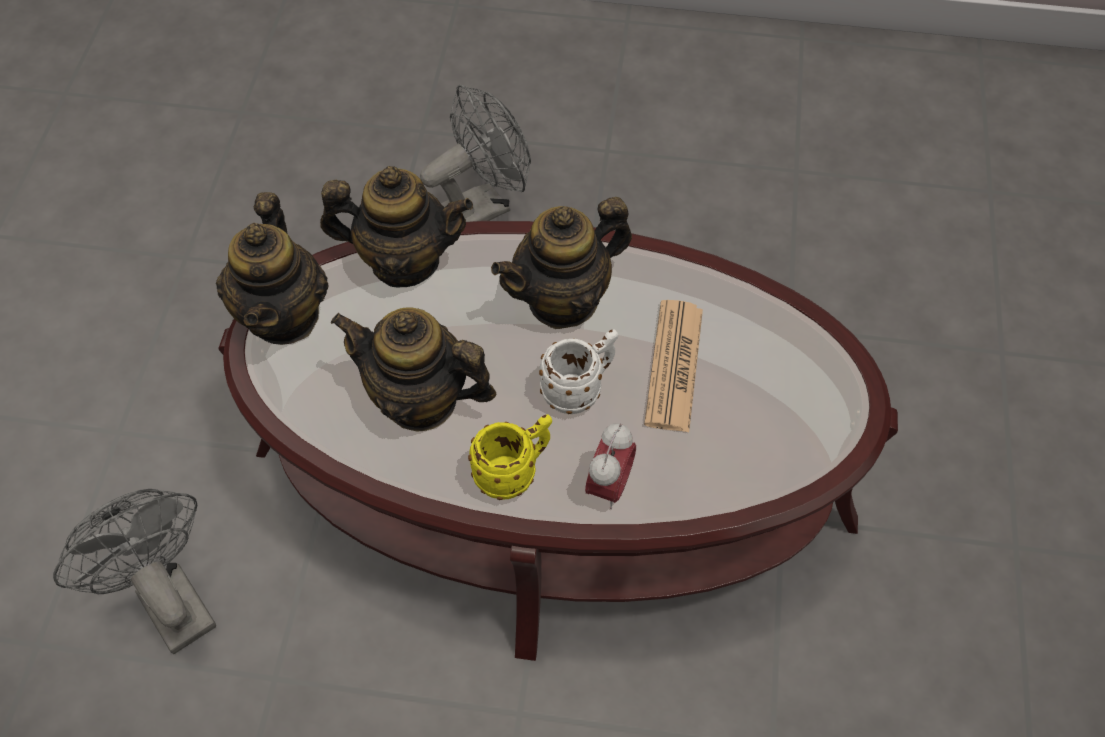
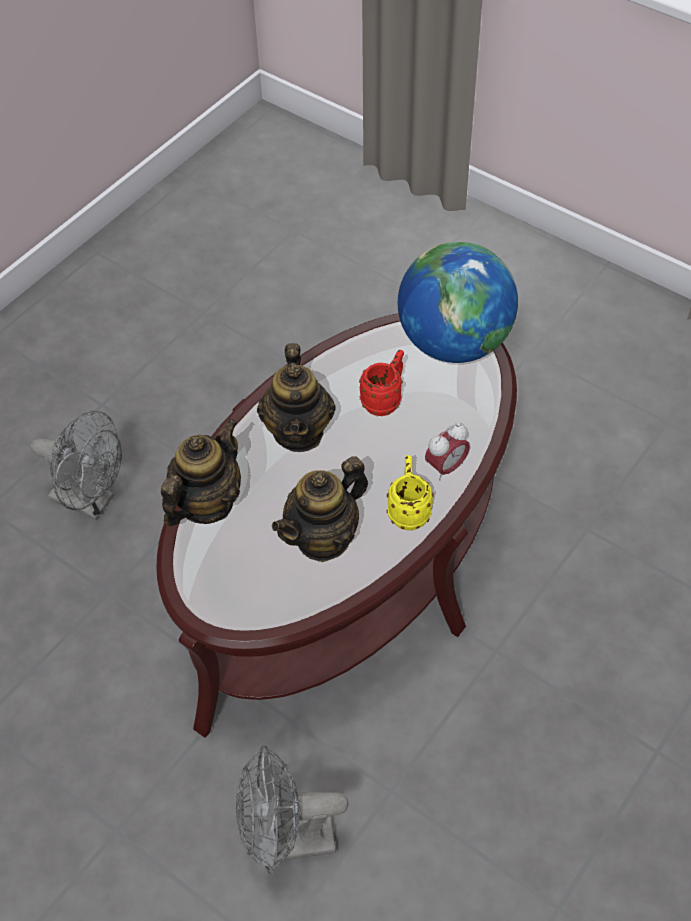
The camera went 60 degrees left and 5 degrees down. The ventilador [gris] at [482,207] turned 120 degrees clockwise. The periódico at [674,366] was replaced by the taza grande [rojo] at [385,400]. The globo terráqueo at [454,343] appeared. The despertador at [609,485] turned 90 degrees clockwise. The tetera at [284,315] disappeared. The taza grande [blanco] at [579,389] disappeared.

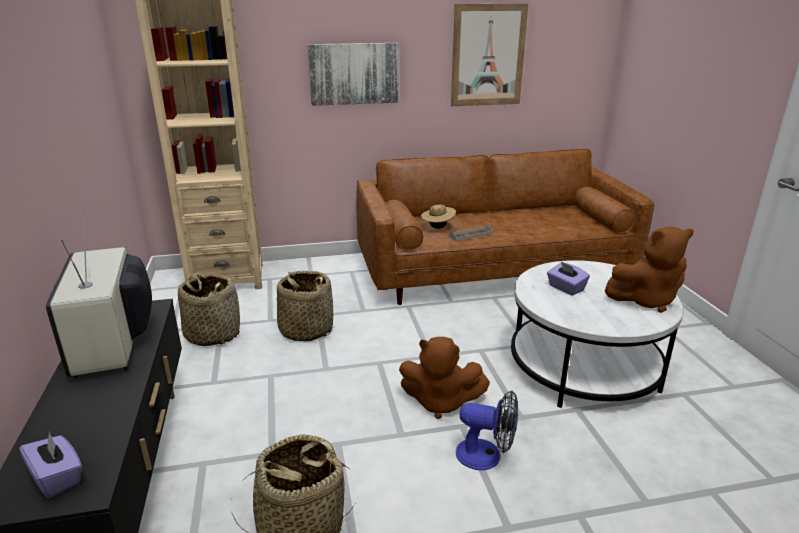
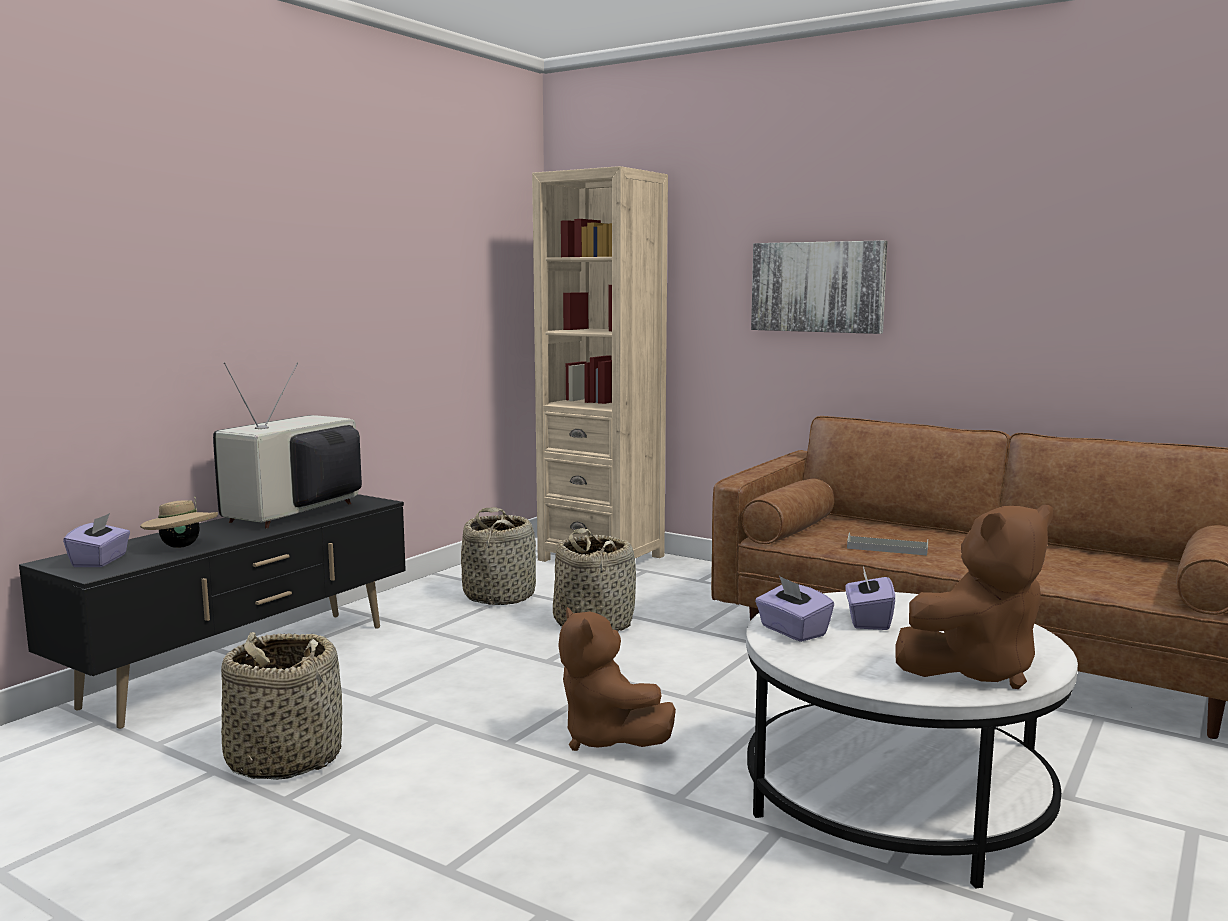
The camera went 45 degrees right and 15 degrees down. The sombrero [beis] moved from [437,227] to [181,546]. The caja de pañuelos [morado] at [792,631] appeared. The peluche [marrón] at [645,300] turned 60 degrees counterclockwise. The cuadro at [488,56] disappeared. The ventilador at [486,456] disappeared.

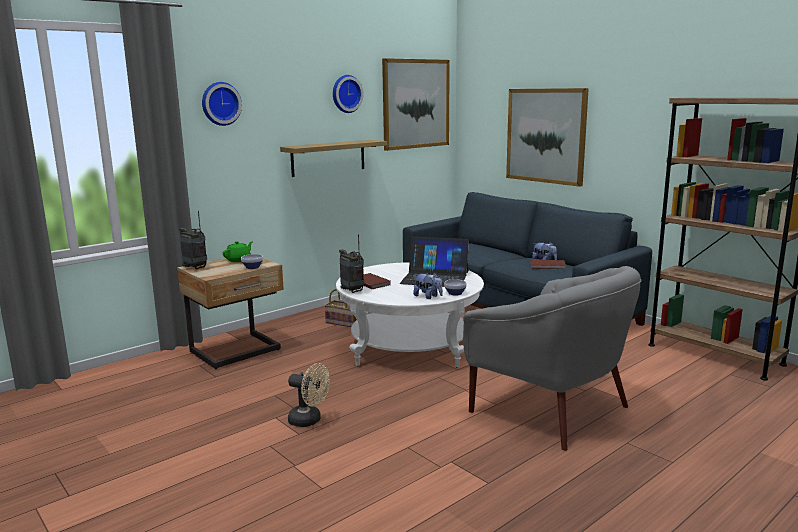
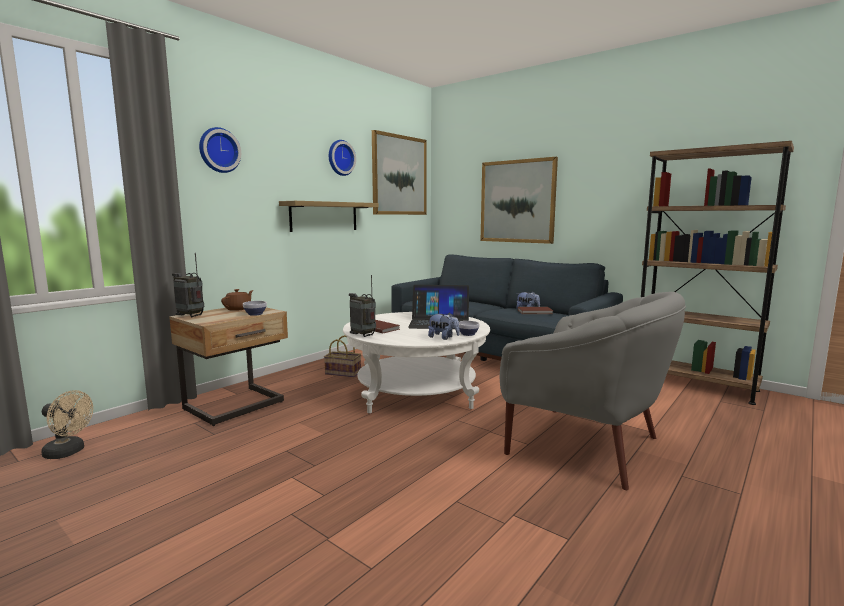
The camera went 10 degrees left and 5 degrees down. The ventilador [beis] moved from [309,420] to [69,452]. The tetera [verde] at [239,260] became the tetera [marrón] at [238,309].

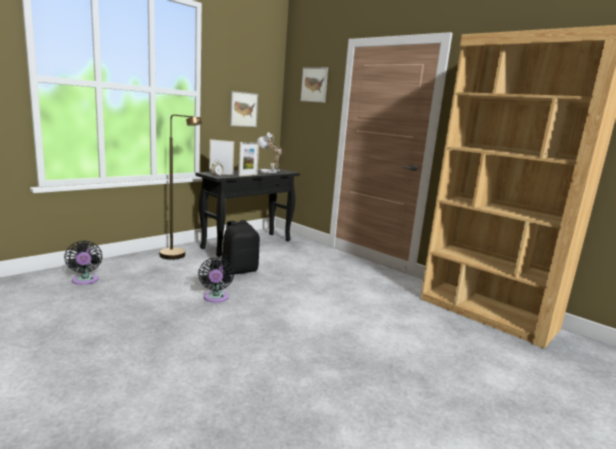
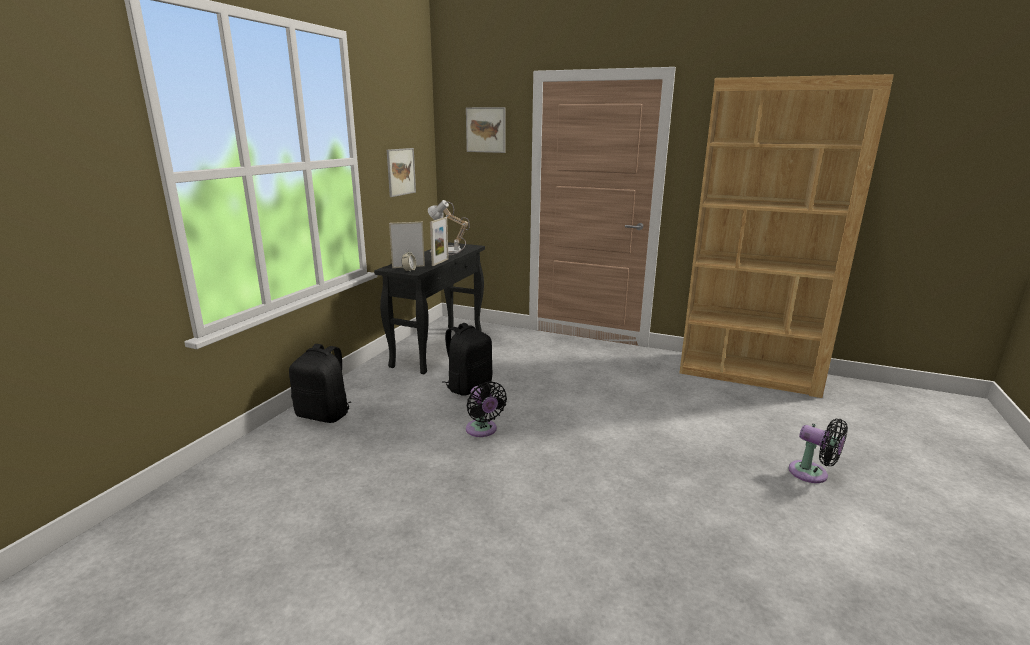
The camera went 20 degrees left and 5 degrees up. The mochila [negro] at [324,415] appeared. The ventilador [negro] moved from [85,281] to [812,474]. The lámpara de pie [marrón] at [177,257] disappeared.

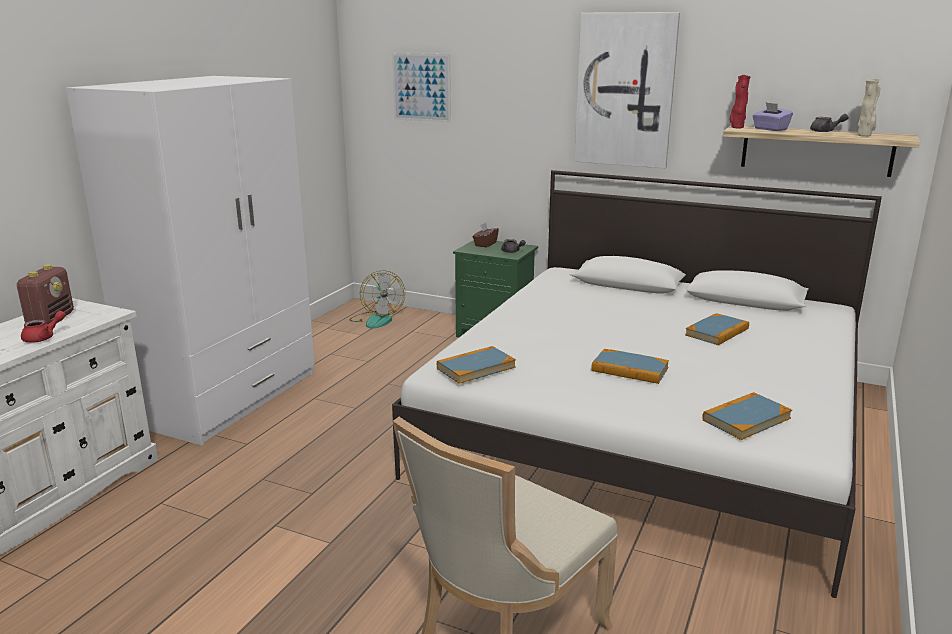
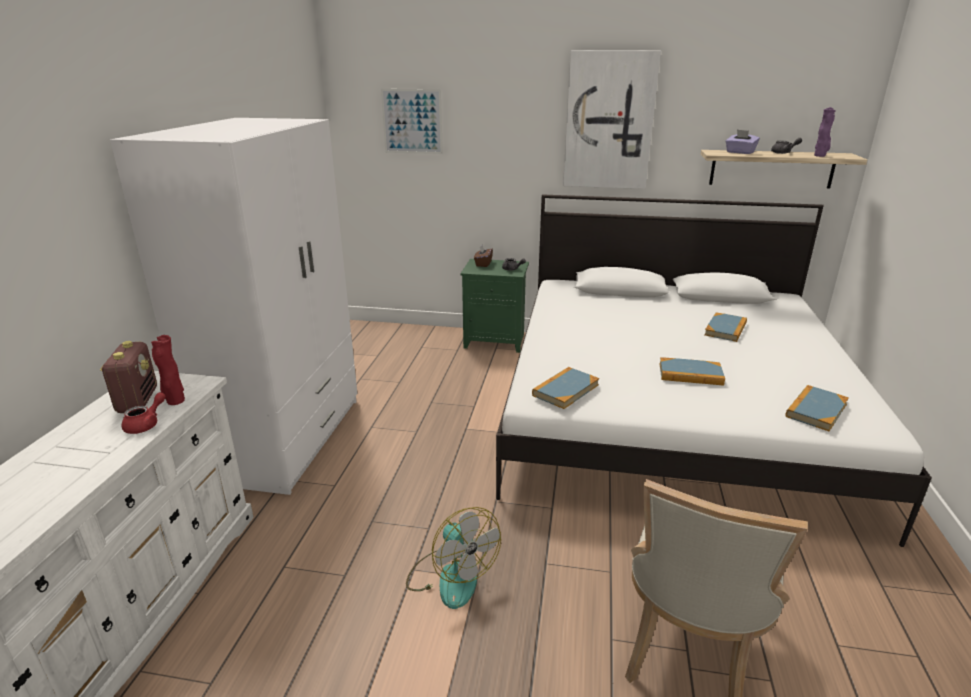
The camera went 15 degrees left and 5 degrees up. The florero [rojo] moved from [736,127] to [175,401]. The ventilador moved from [376,319] to [451,576]. The florero [beis] at [865,135] became the florero [morado] at [820,156].

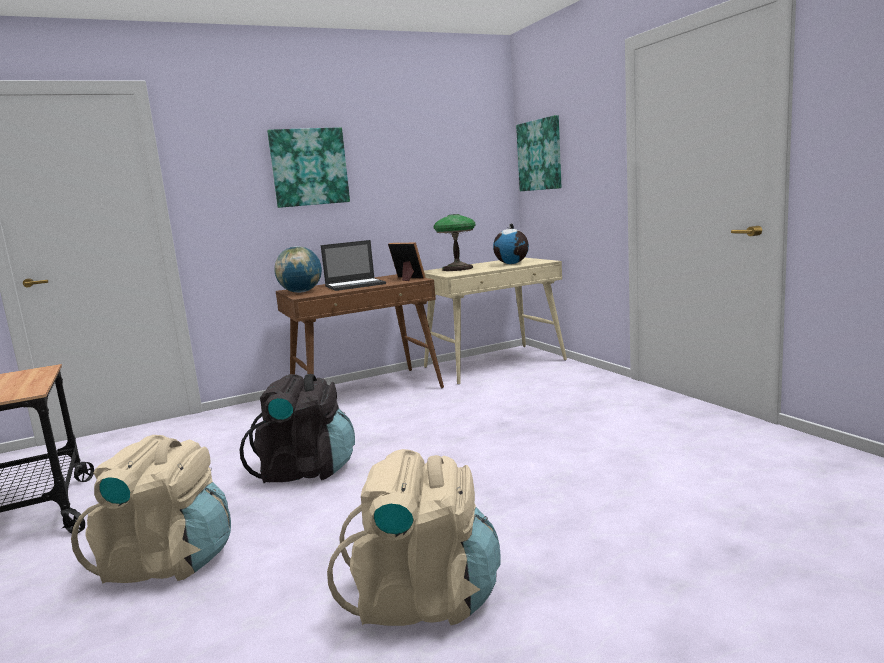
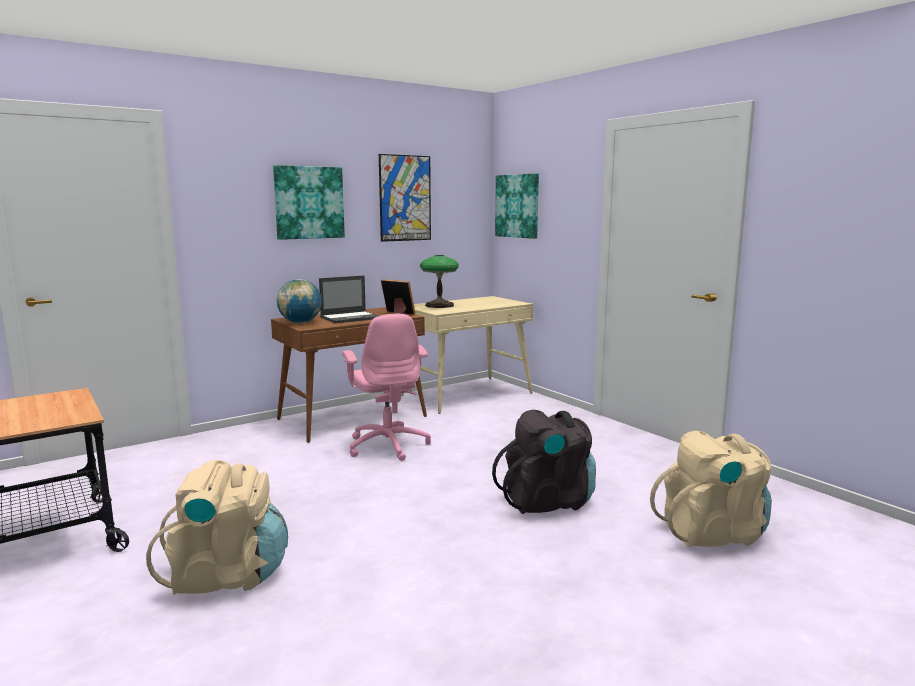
The camera went 10 degrees left and 0 degrees up. The silla de oficina [rosa] at [388,445] appeared. The cuadro at [405,198] appeared. The mochila [negro] moved from [306,470] to [547,501]. The mochila [beis] moved from [423,599] to [712,533]. The globo terráqueo at [512,264] disappeared.

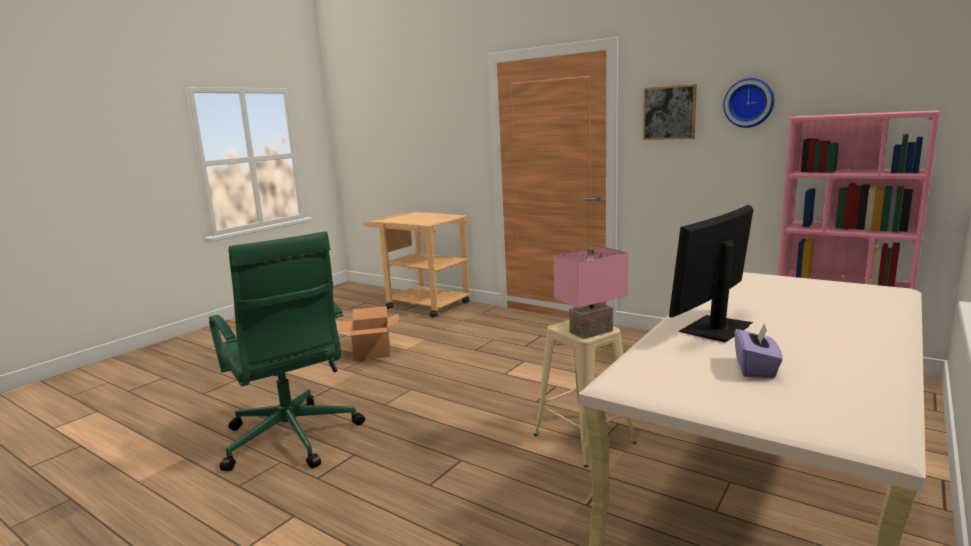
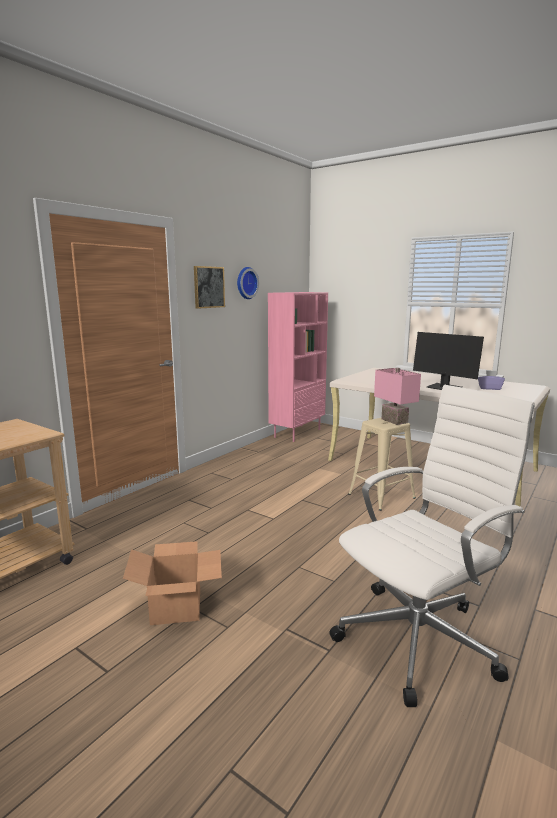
The camera went 90 degrees left and 0 degrees up. The silla de oficina [verde] at [292,439] became the silla de oficina [blanco] at [420,638].

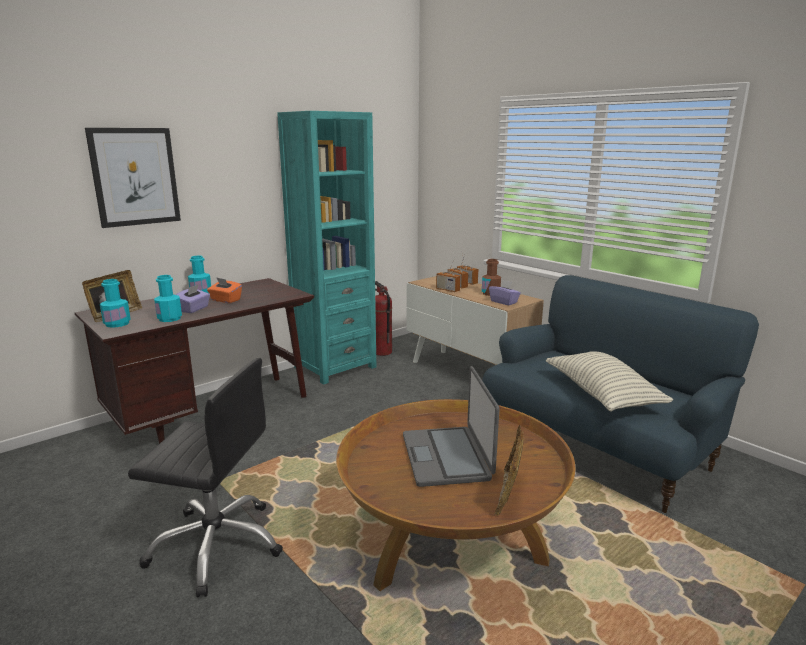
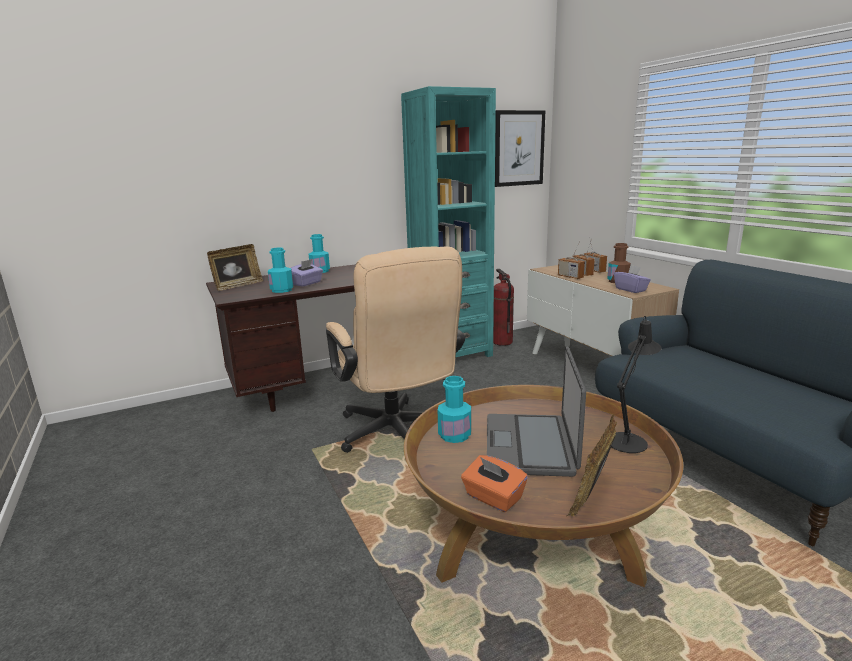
The camera went 15 degrees right and 0 degrees up. The silla de oficina [beis] at [397,436] appeared. The botella [turquesa] moved from [117,324] to [454,435]. The caja de pañuelos [naranja] moved from [225,300] to [493,498]. The cuadro moved from [135,177] to [518,148]. The lámpara de mesa [negro] at [628,440] appeared. The silla de oficina [negro] at [217,545] disappeared. The cojín at [602,395] disappeared.

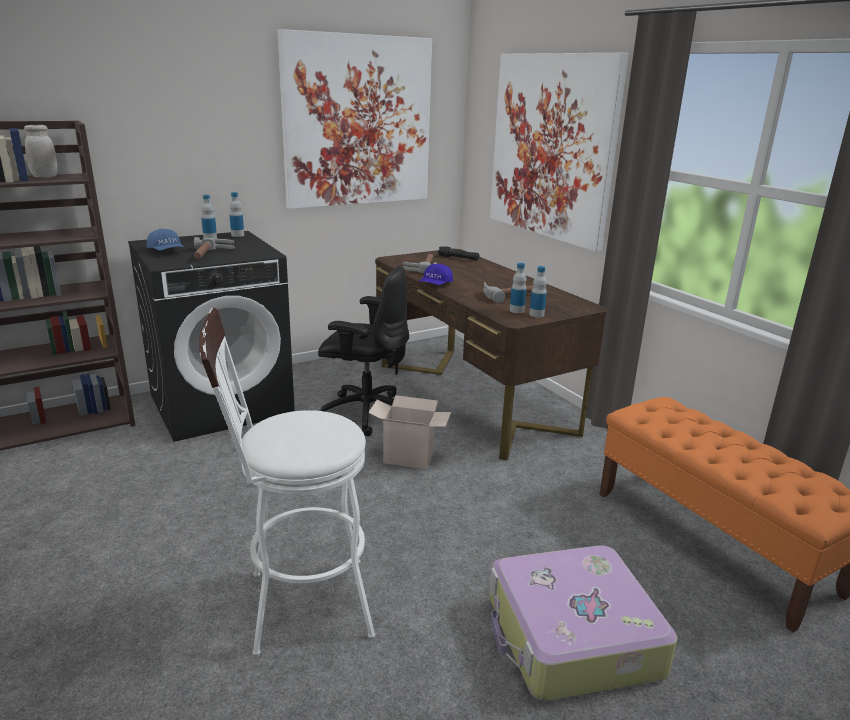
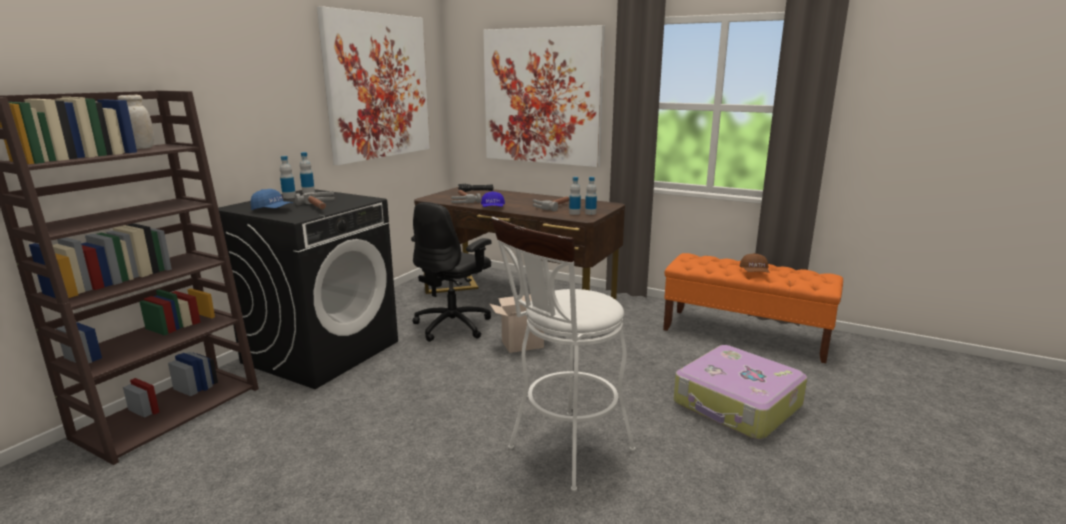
The camera went 30 degrees left and 5 degrees down. The silla de oficina [negro] at [366,412] turned 135 degrees clockwise. The gorra [marrón] at [754,272] appeared.

